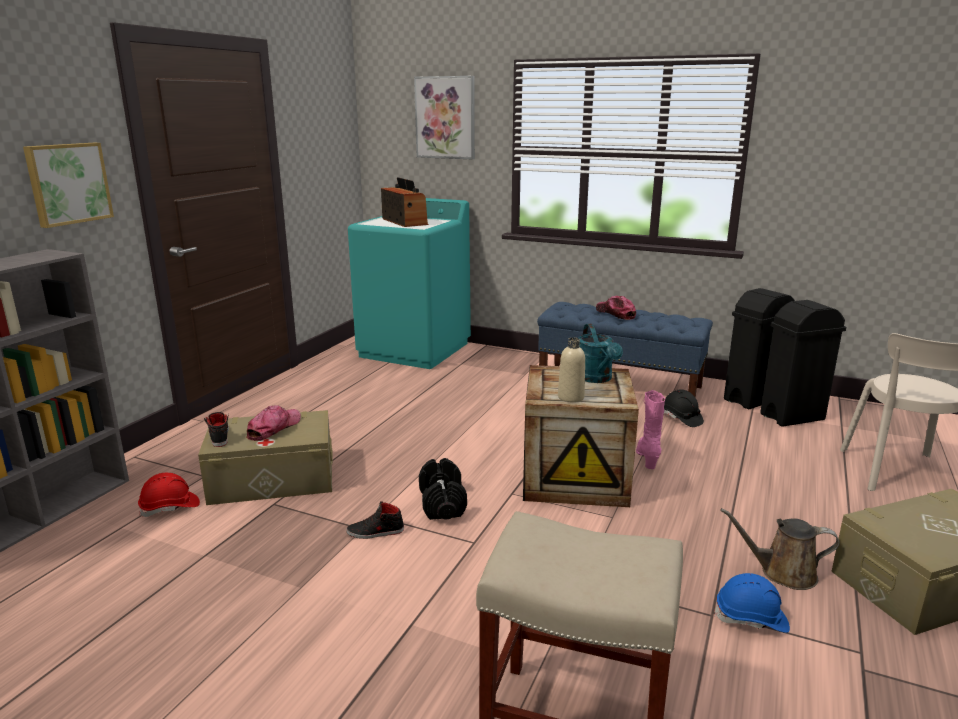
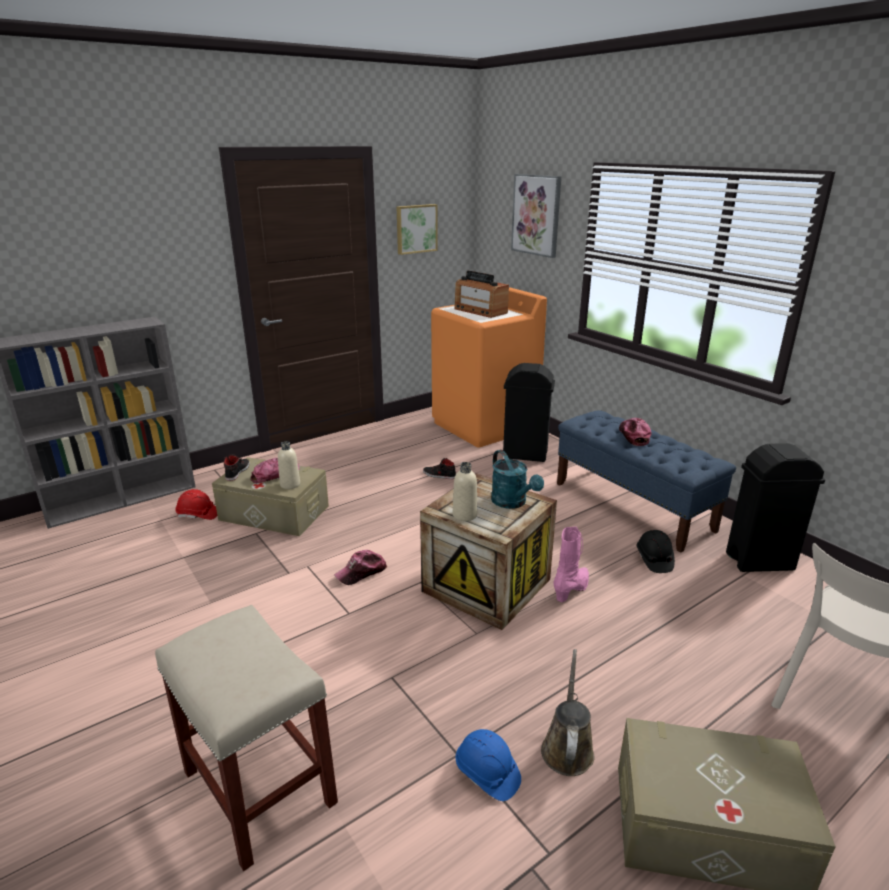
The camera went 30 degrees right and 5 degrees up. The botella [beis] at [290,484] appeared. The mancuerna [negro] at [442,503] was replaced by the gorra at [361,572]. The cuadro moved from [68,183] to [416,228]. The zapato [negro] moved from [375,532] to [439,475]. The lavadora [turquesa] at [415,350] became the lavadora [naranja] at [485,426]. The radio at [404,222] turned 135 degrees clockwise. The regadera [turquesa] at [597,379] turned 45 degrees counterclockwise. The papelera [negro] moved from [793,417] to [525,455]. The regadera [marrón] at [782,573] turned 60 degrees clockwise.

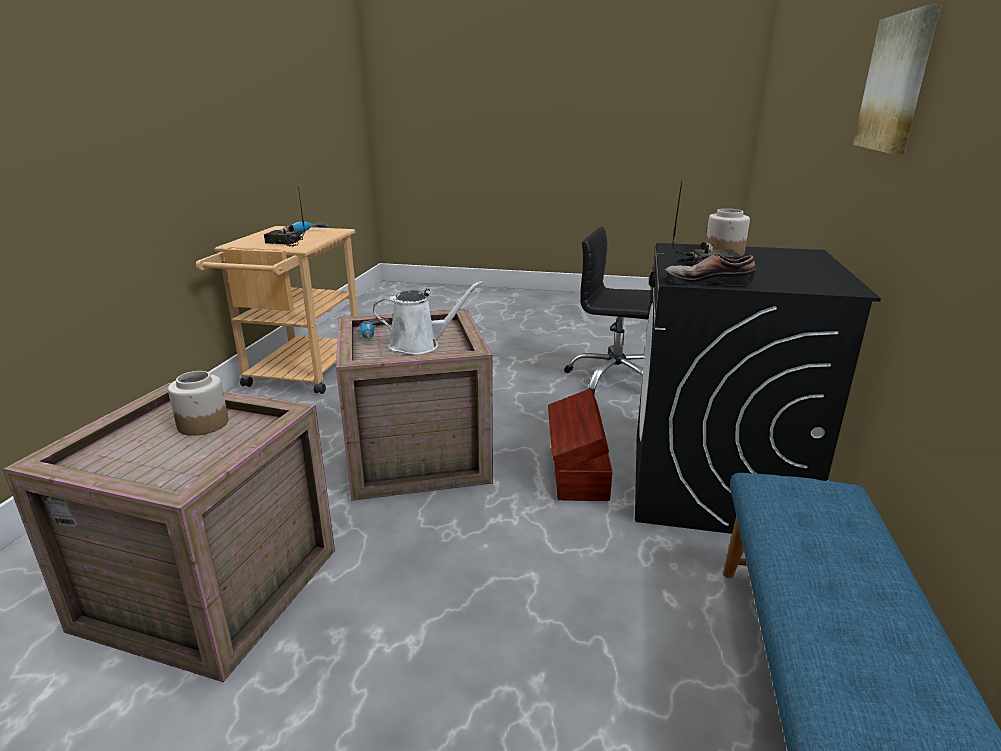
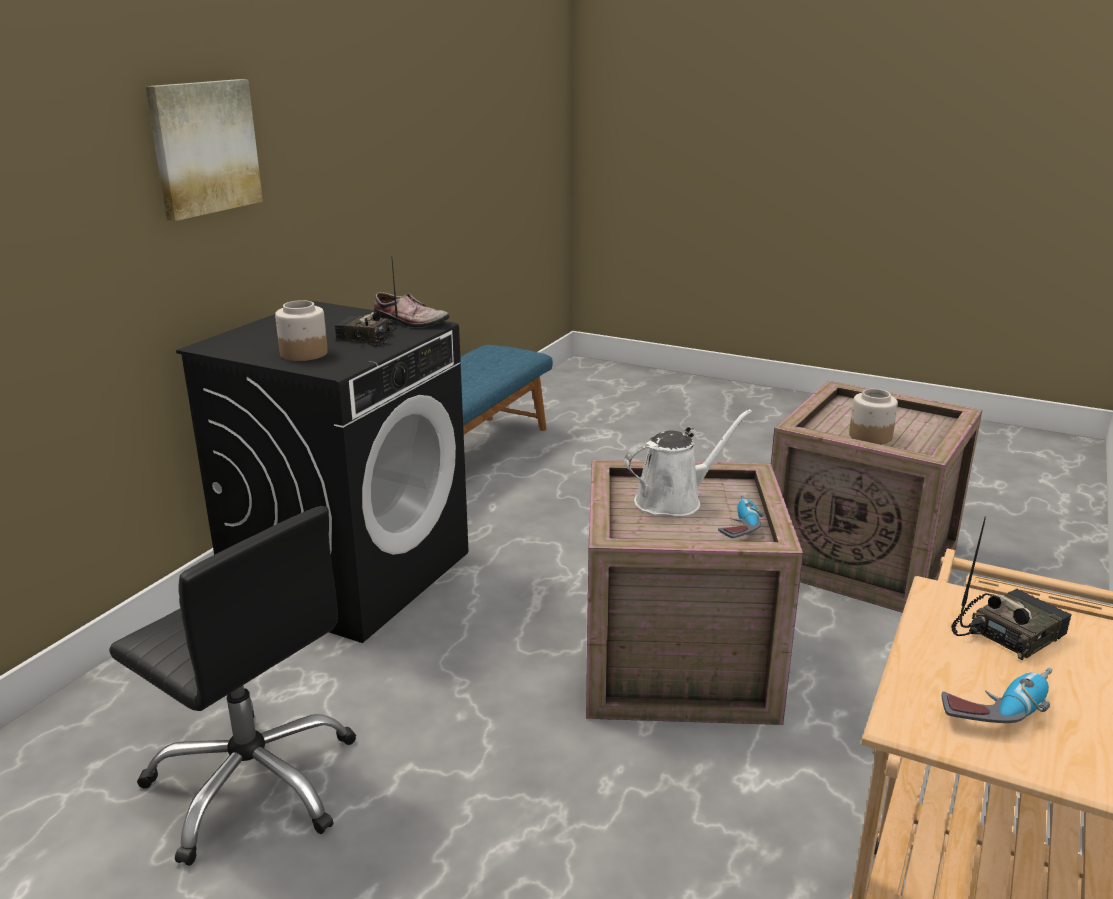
The camera went 165 degrees left and 0 degrees up. The regadera [blanco] at [419,345] turned 150 degrees clockwise. The radio at [284,243] turned 60 degrees counterclockwise. The caja de almacenaje [marrón] at [577,471] disappeared.

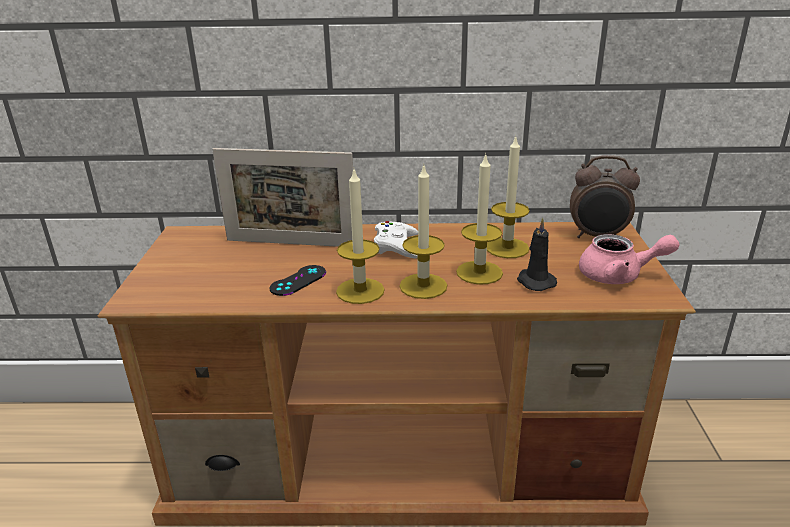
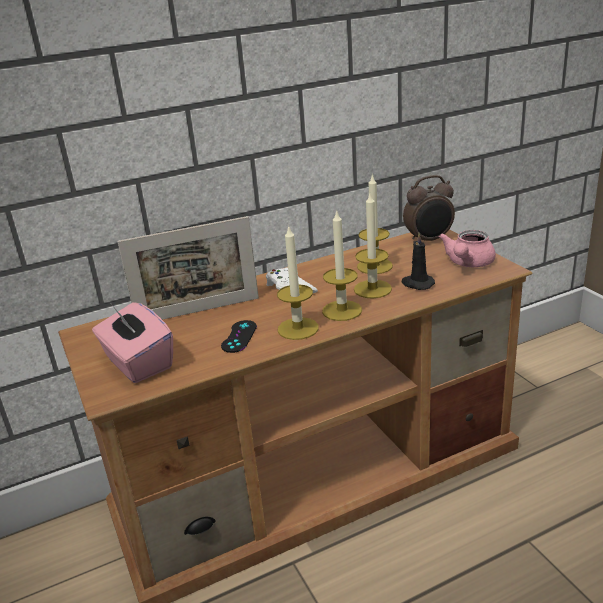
The camera went 25 degrees left and 0 degrees up. The caja de pañuelos [rosa] at [138,363] appeared. The tetera [rosa] at [618,276] turned 135 degrees clockwise.

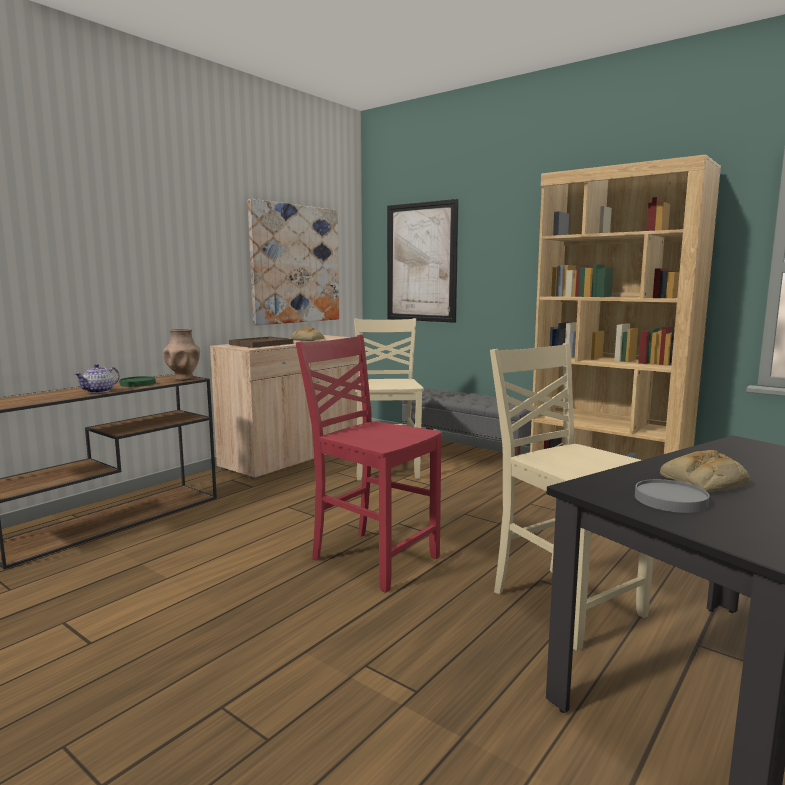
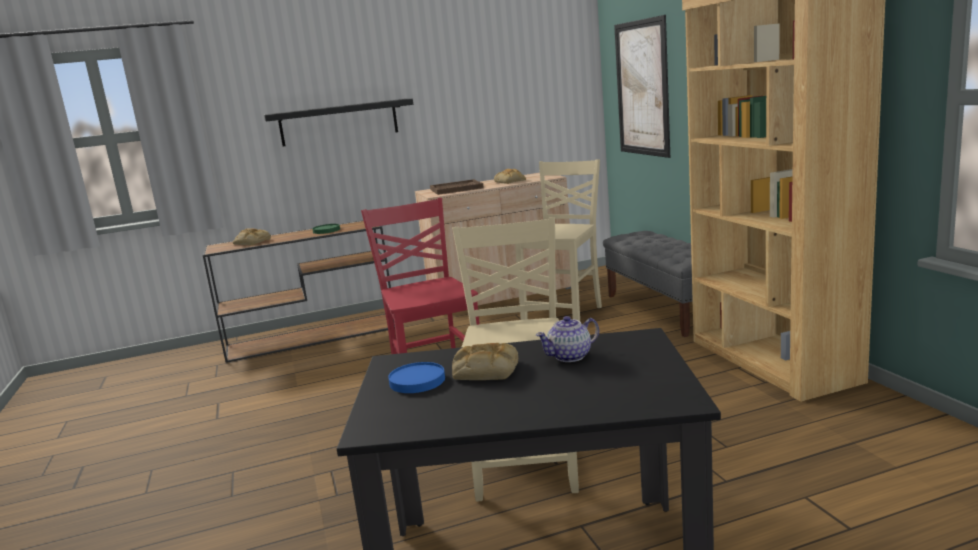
The camera went 35 degrees right and 5 degrees up. The pan at [251,242] appeared. The estante [negro] at [339,122] appeared. The plato [gris] at [670,500] became the plato [azul] at [417,381]. The tetera moved from [99,391] to [570,356]. The florero [marrón] at [184,379] disappeared. The cuadro at [295,264] disappeared.

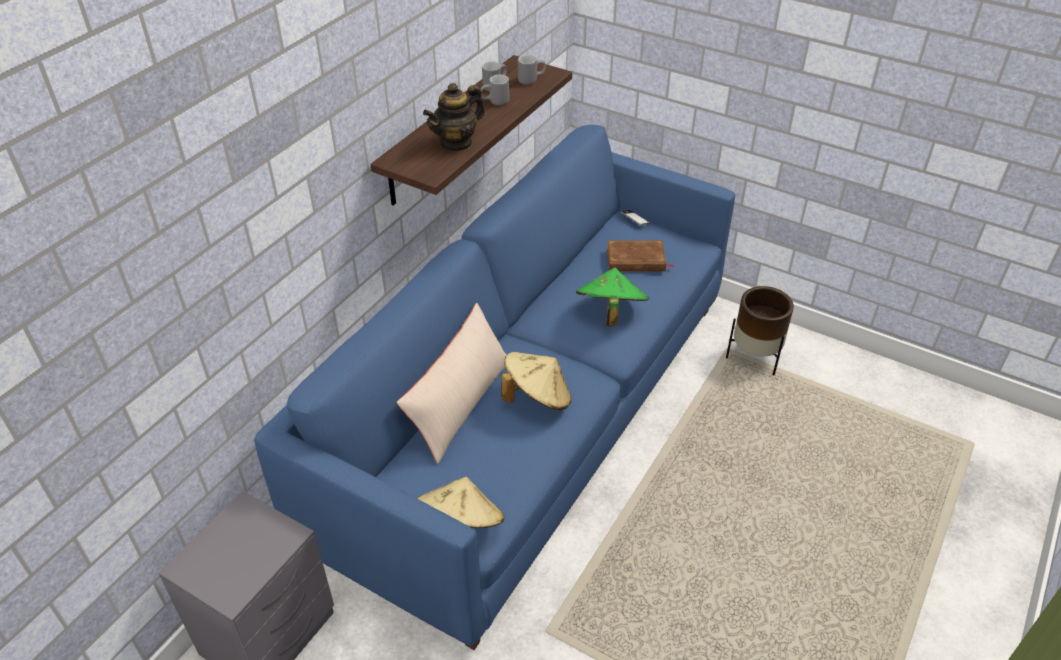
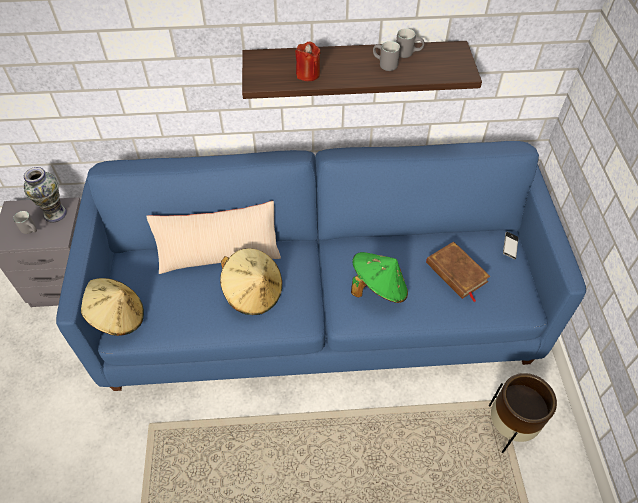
The camera went 55 degrees right and 10 degrees up. The taza grande [gris] moved from [531,80] to [32,230]. The florero at [54,213] appeared. The tetera at [456,143] was replaced by the vela [rojo] at [308,74].

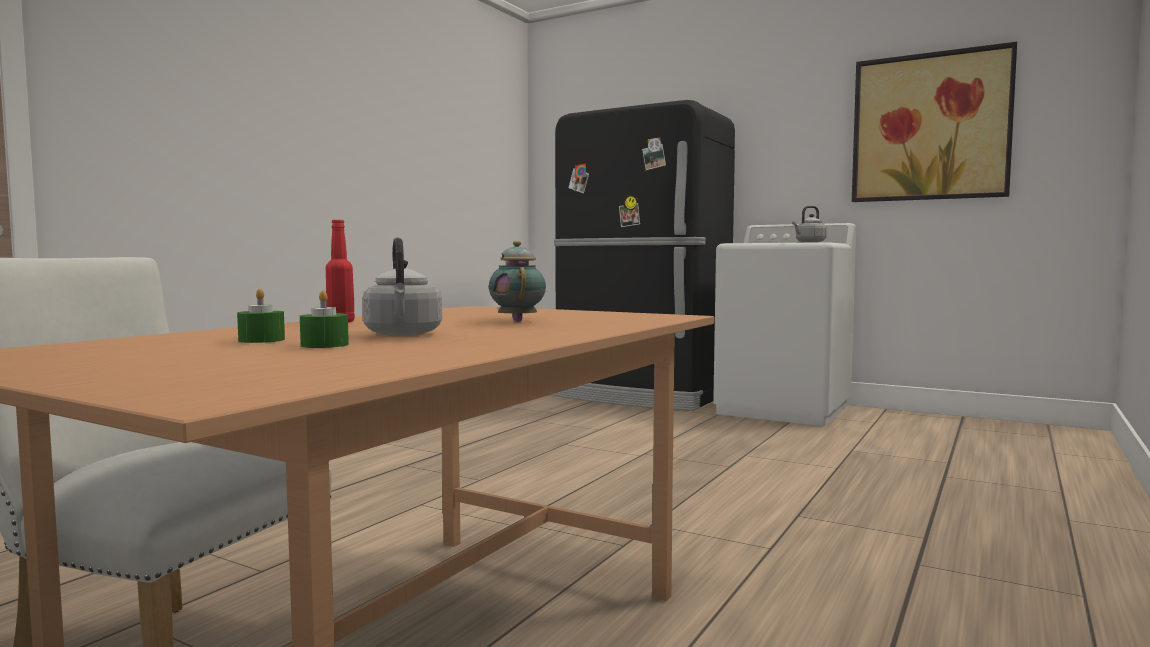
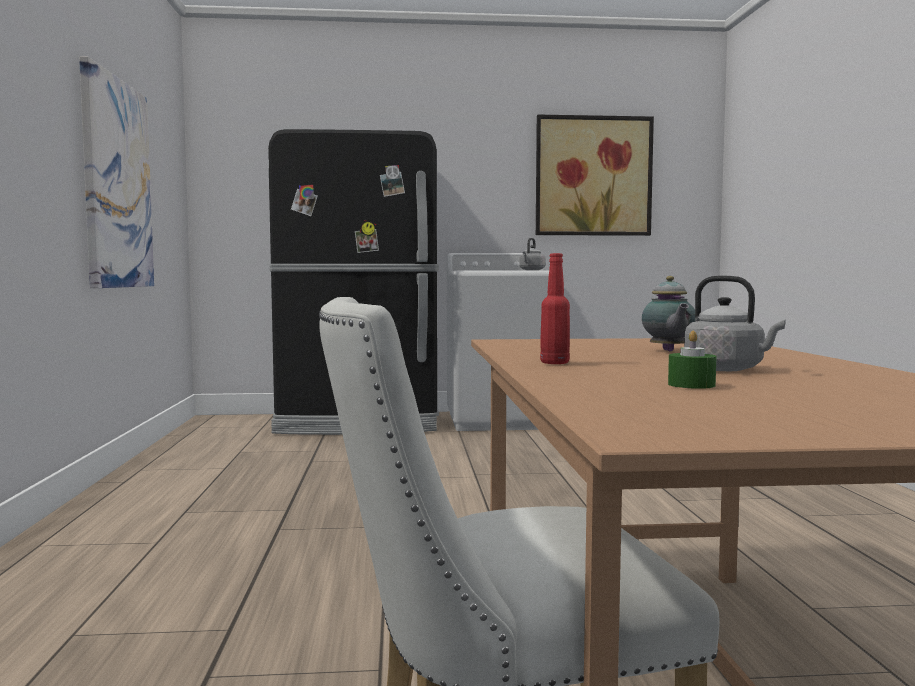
The camera went 35 degrees left and 0 degrees up. The cuadro at [117,184] appeared. The tetera at [517,321] turned 135 degrees counterclockwise. The vela [verde] at [324,345] disappeared.

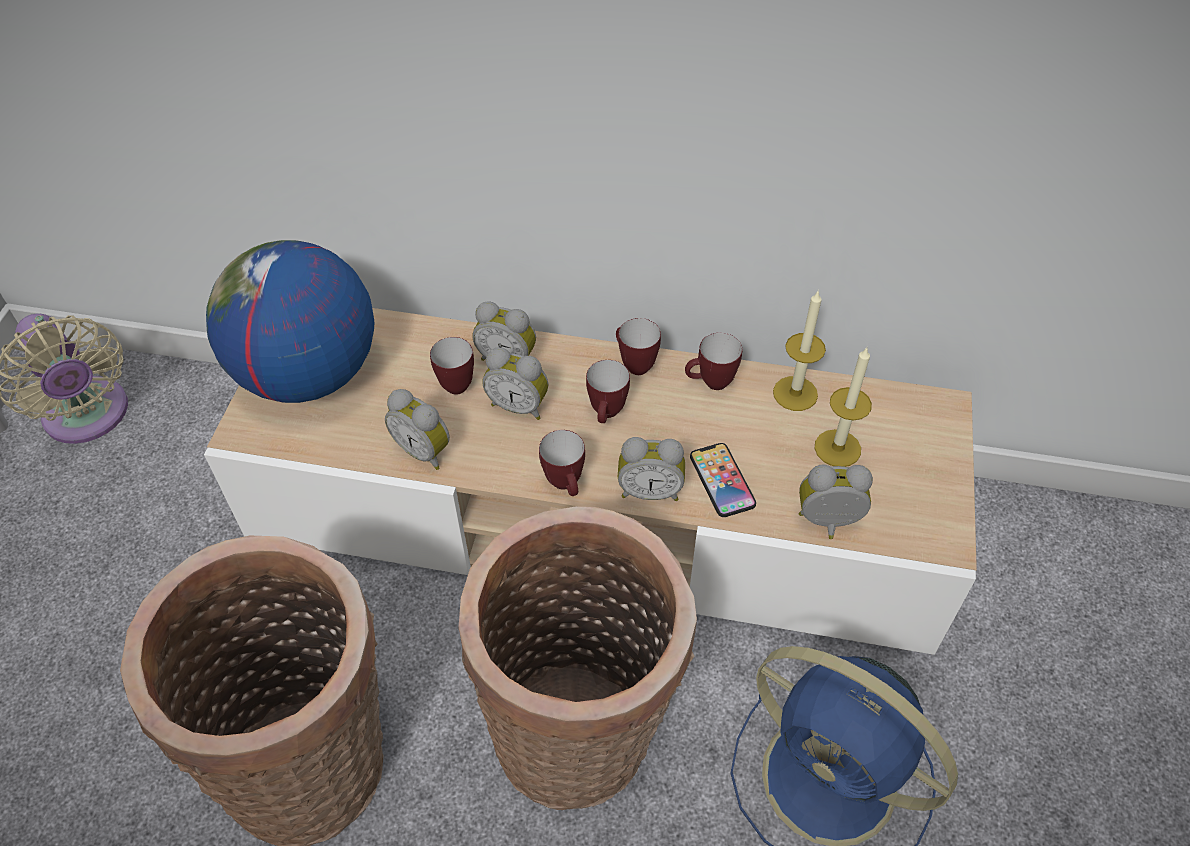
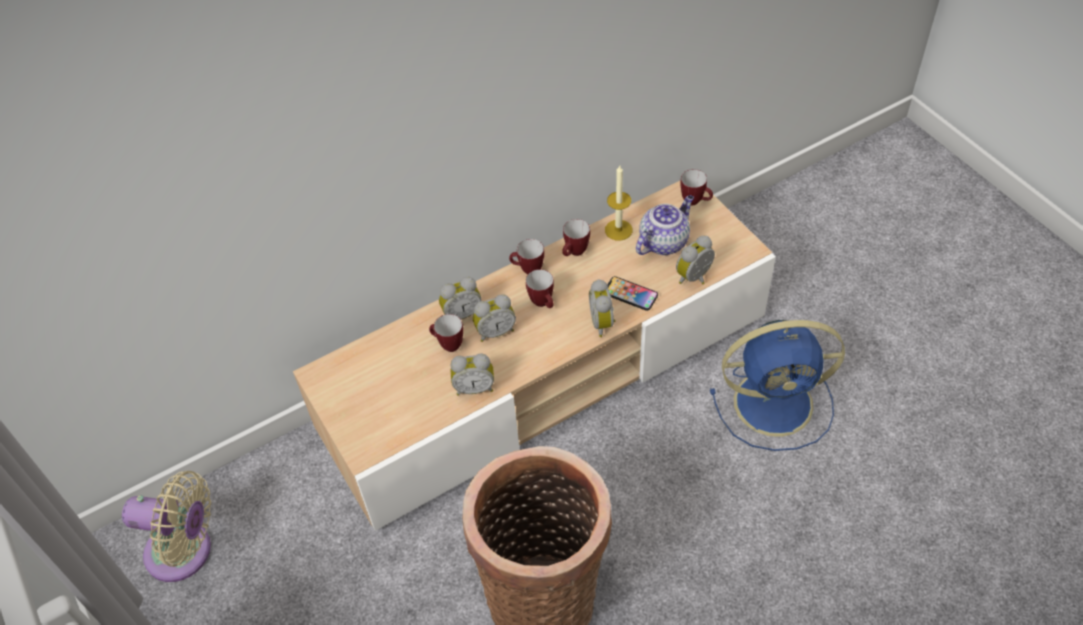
The camera went 40 degrees left and 0 degrees up. The despertador at [650,490] turned 120 degrees clockwise. The vela at [837,448] was replaced by the tetera at [664,241]. The taza grande moved from [566,485] to [695,201]. The globo terráqueo at [308,375] disappeared. The cesta at [582,736] disappeared.

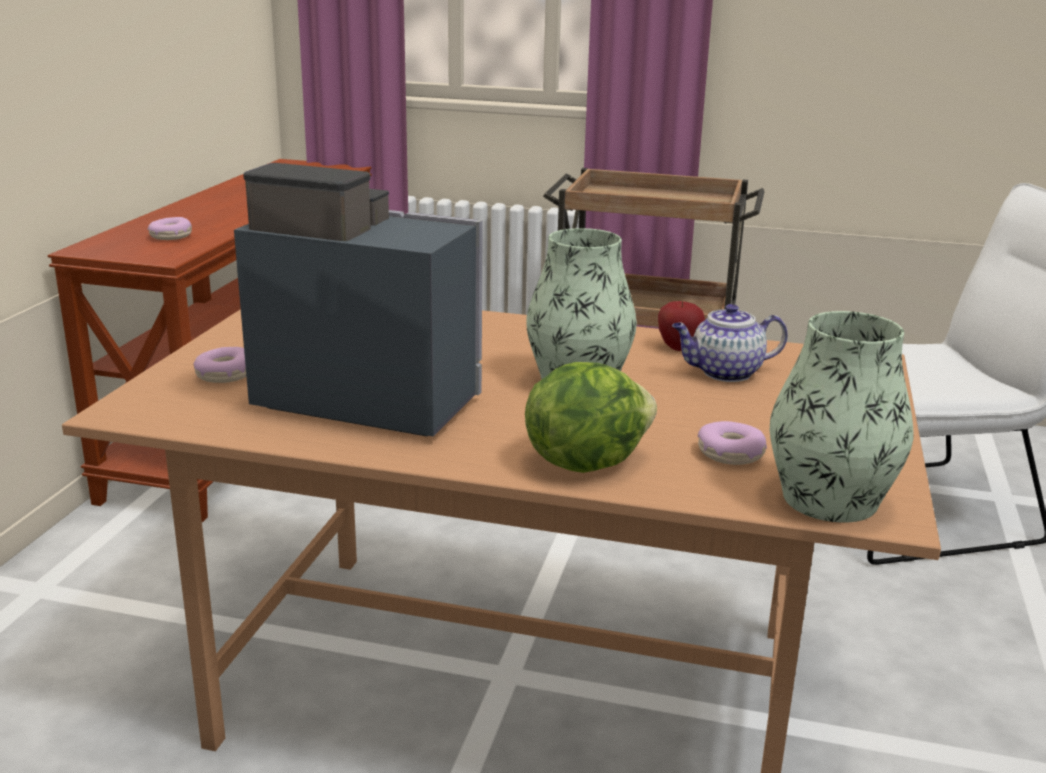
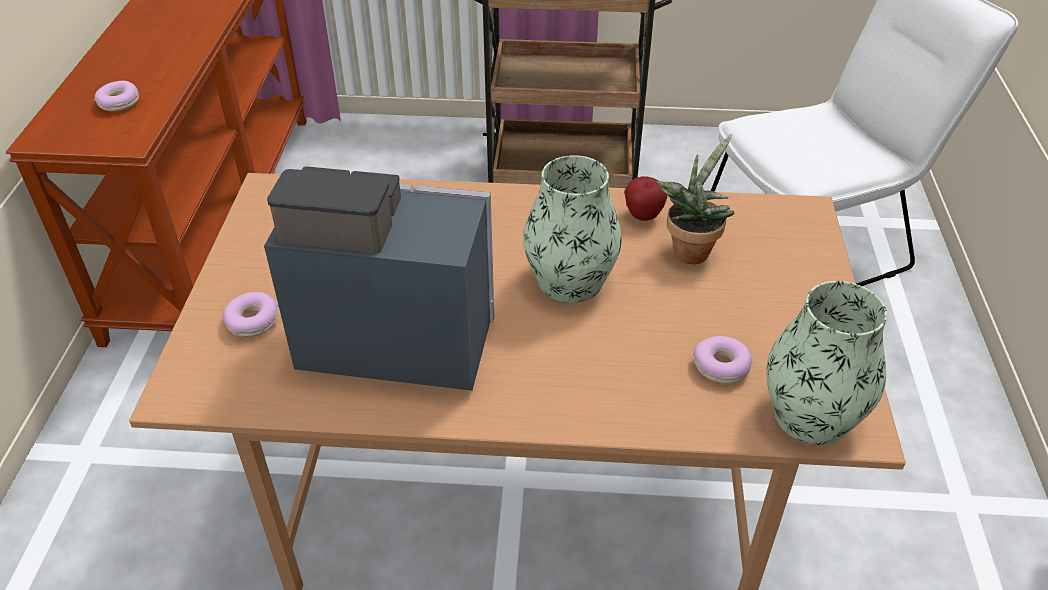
The camera went 10 degrees left and 20 degrees up. The tetera at [724,373] was replaced by the planta en maceta at [690,249]. The lechuga at [585,461] disappeared.

